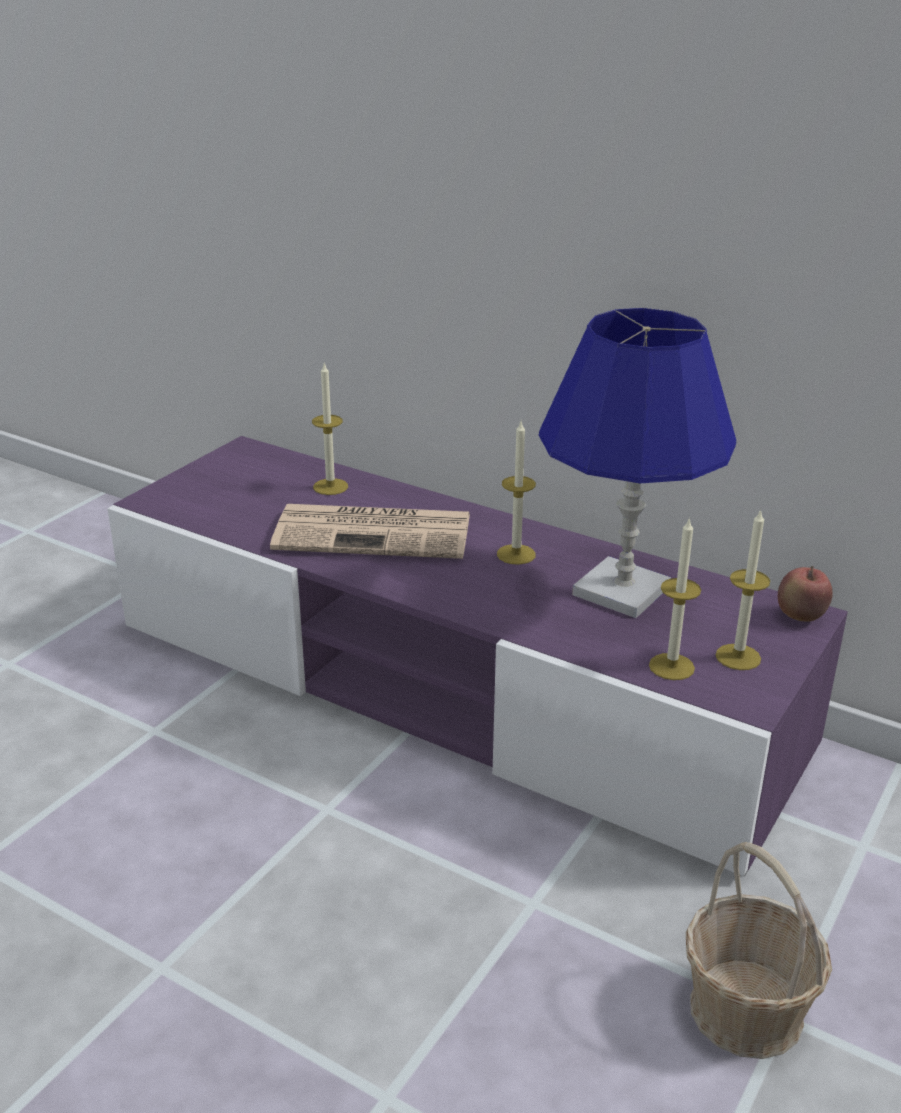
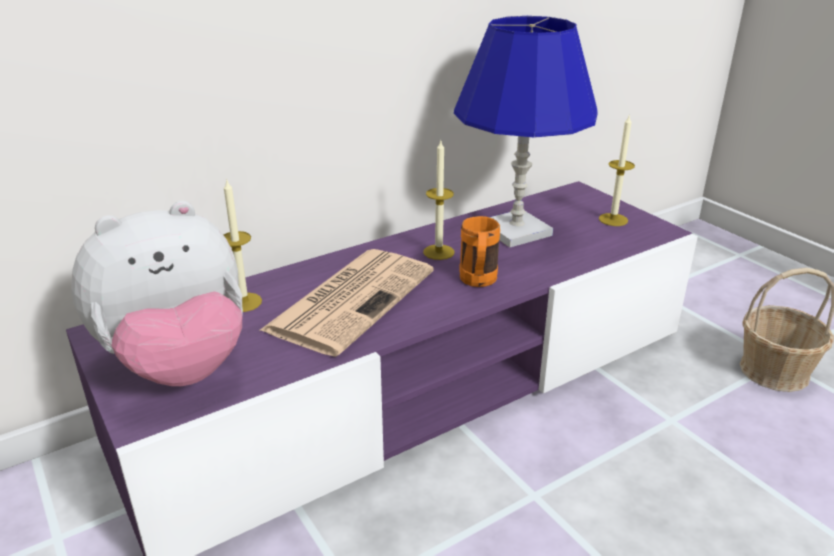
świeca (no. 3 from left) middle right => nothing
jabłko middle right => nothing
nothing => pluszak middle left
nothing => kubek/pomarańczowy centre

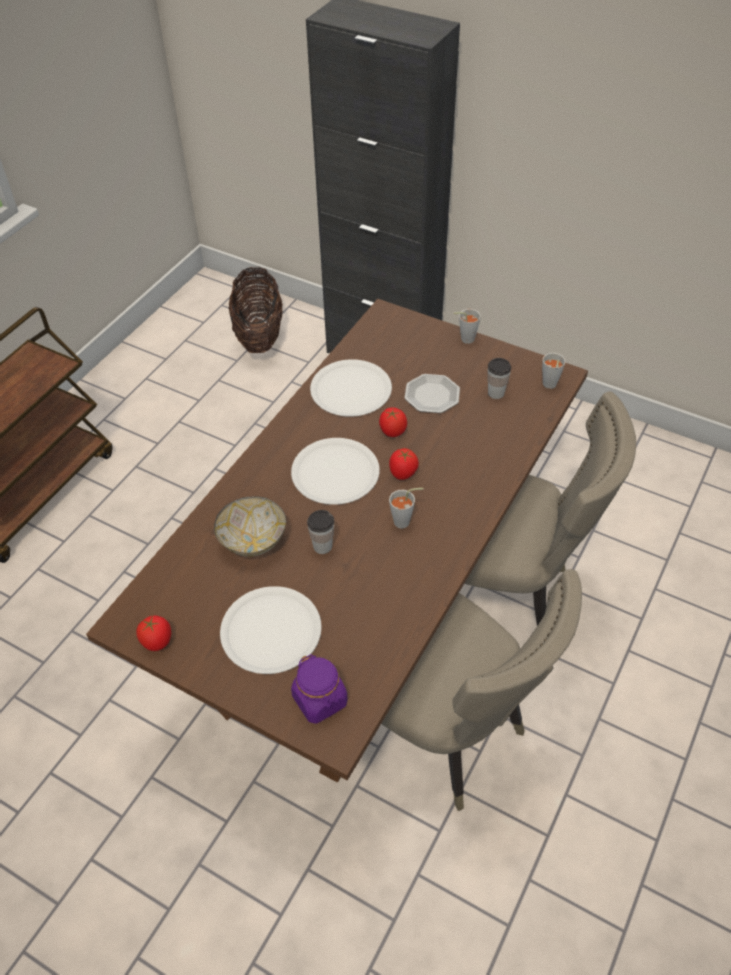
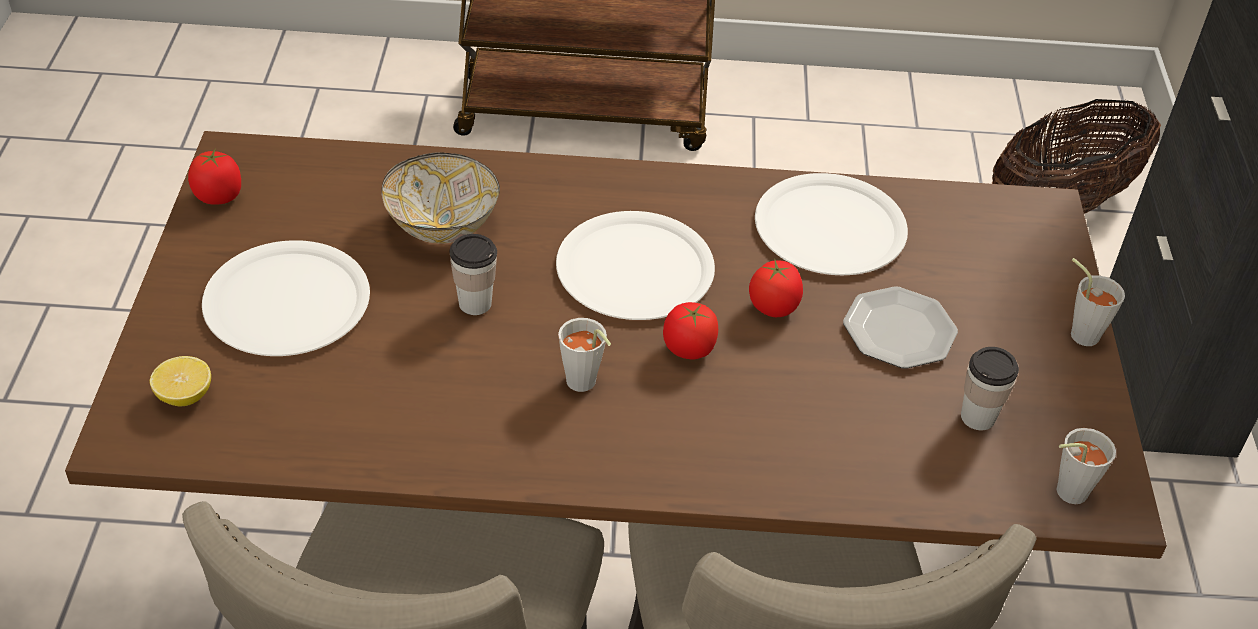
słoik/fioletowy bottom centre => cytryna middle left

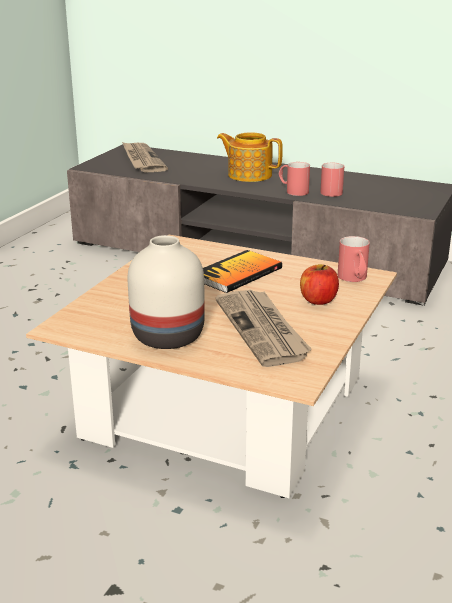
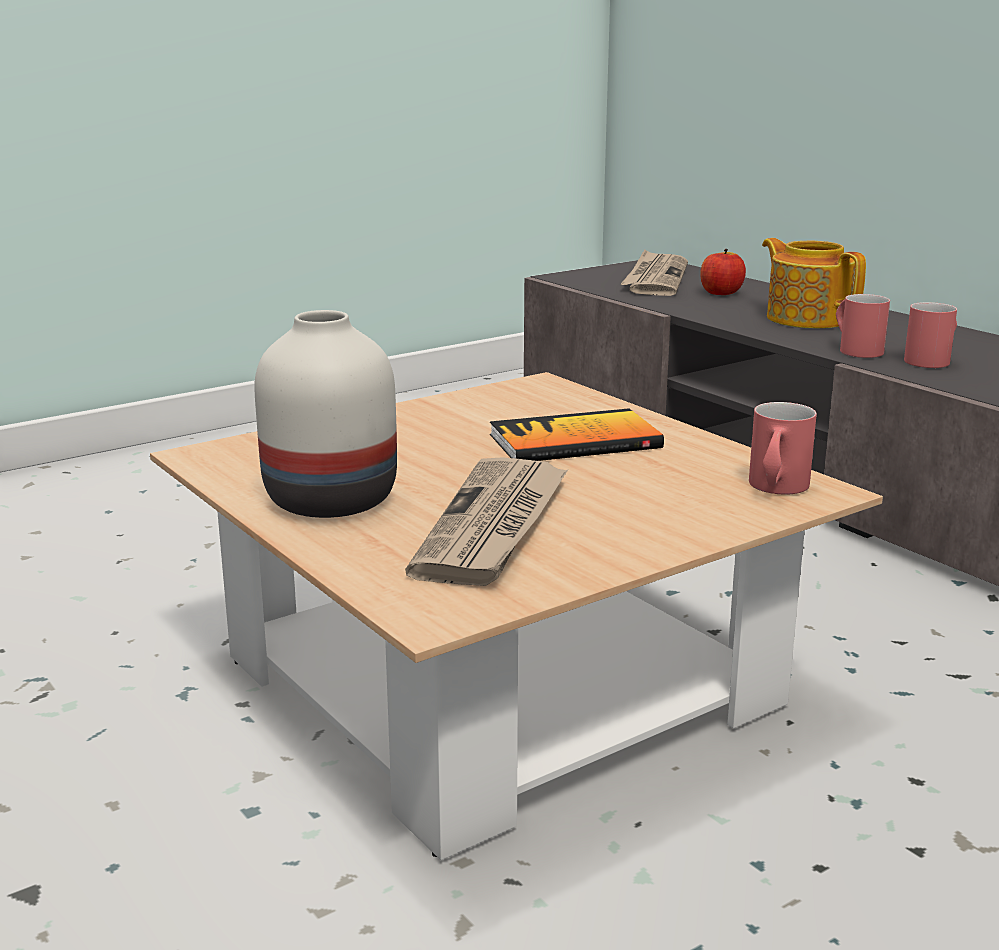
jabłko middle right => jabłko top right, shifted

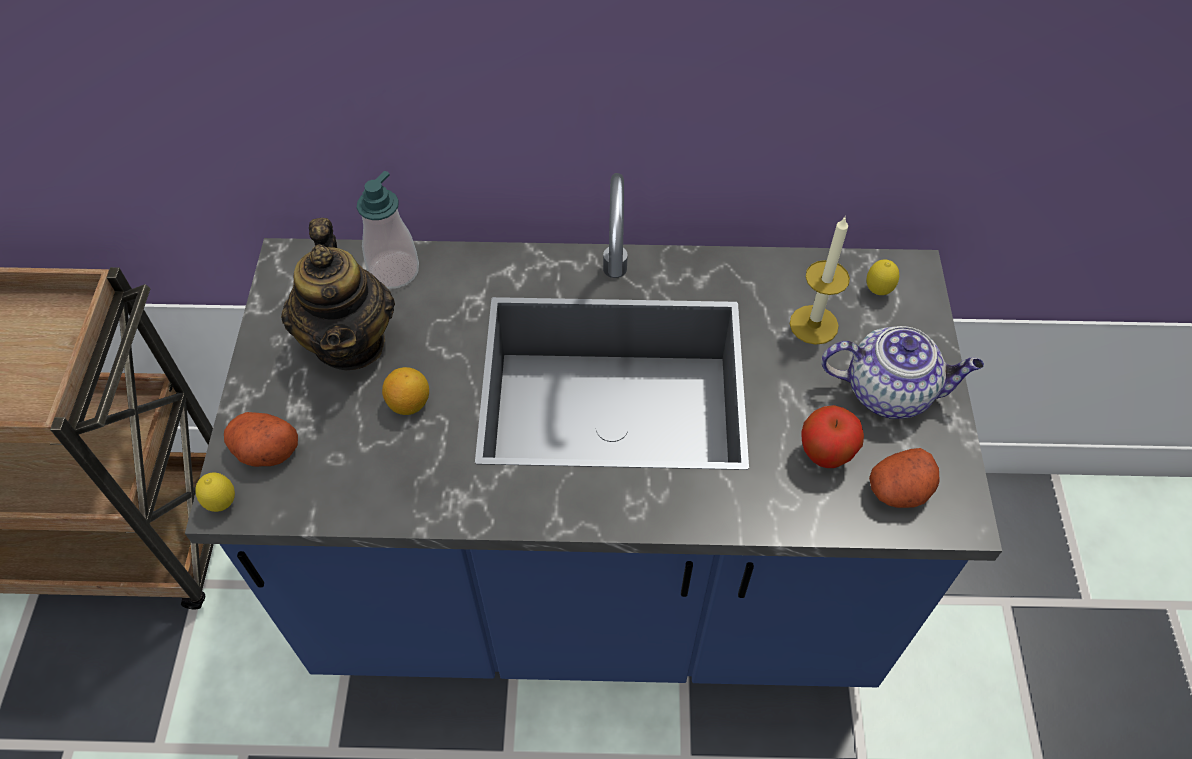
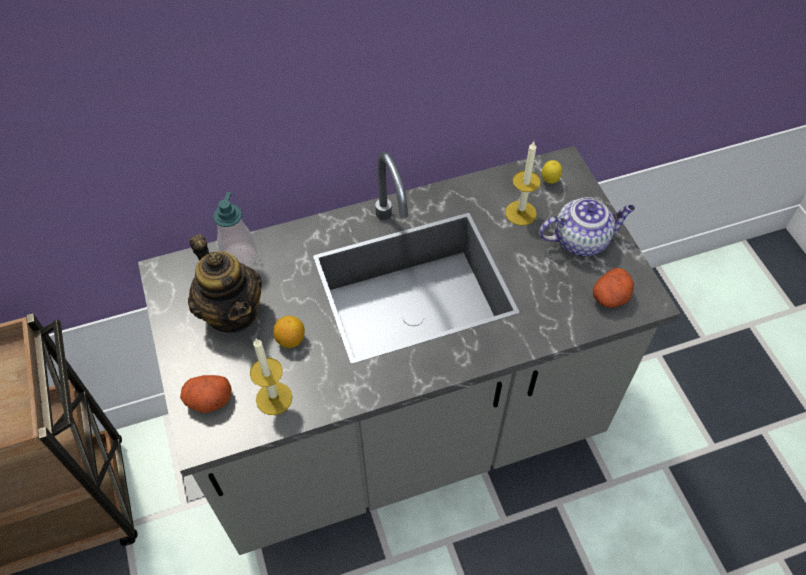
zabudowa kuchenna/niebieski centre => zabudowa kuchenna/szary centre
cytryna (no. 1 from left) middle left => nothing
jabłko middle right => nothing
nothing => świeca (no. 1 from left) centre

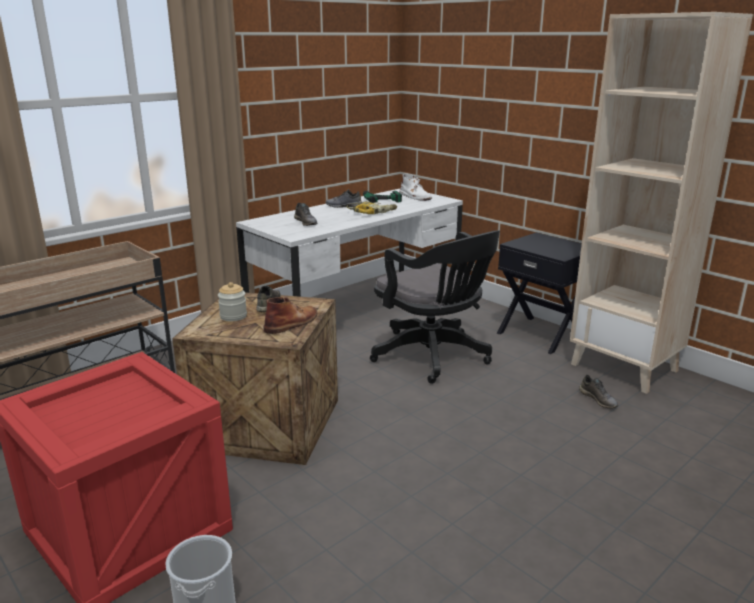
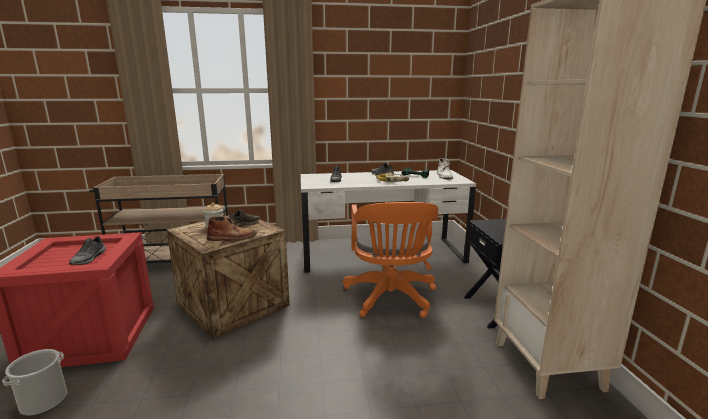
krzesło biurowe/czarny centre => krzesło biurowe/pomarańczowy centre
but/szary (no. 4 from left in the first image) middle right => but/szary (no. 1 from left) middle left, shifted

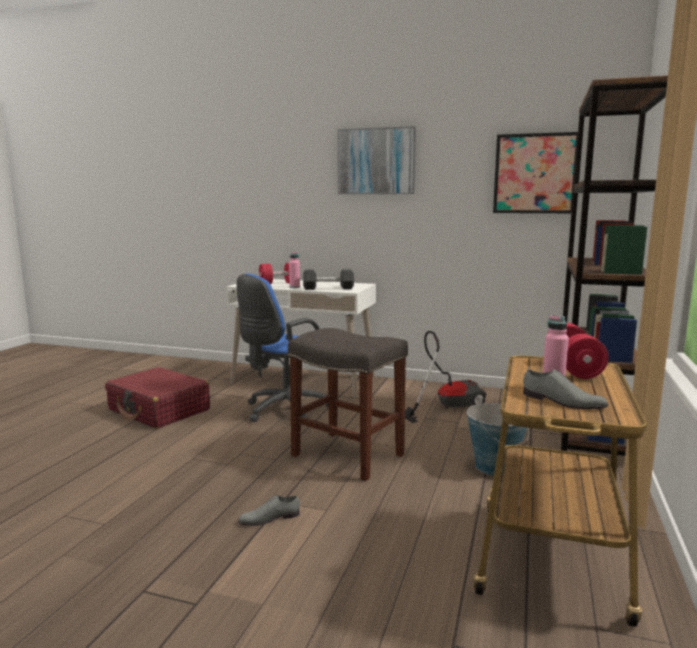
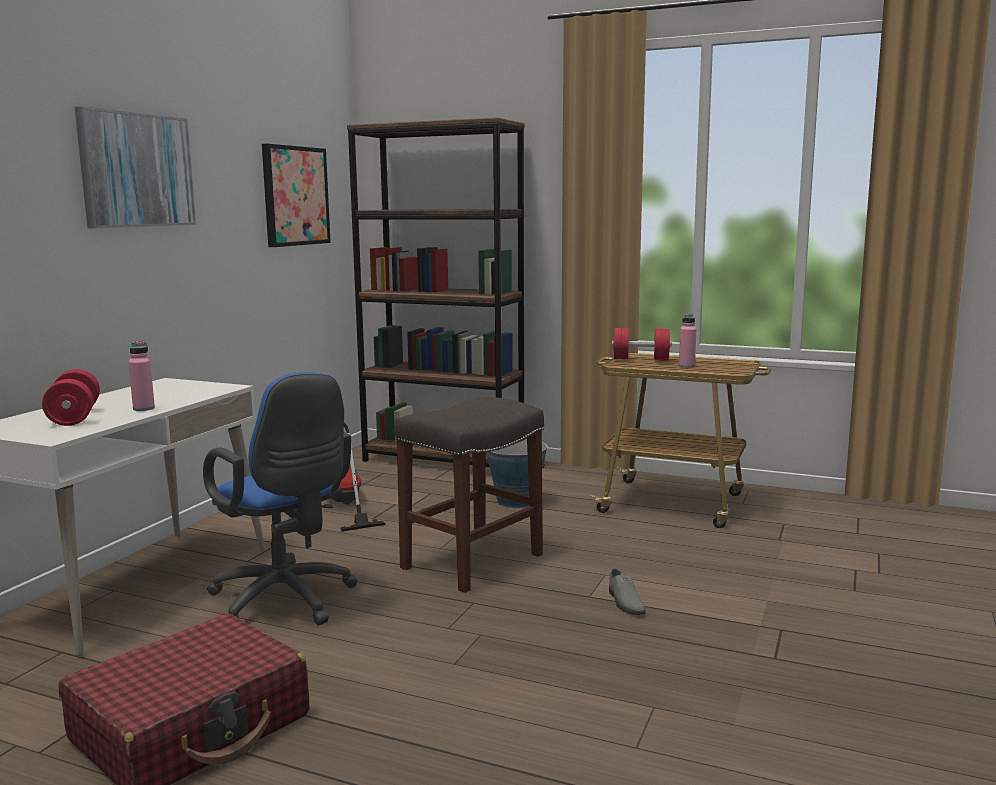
hantel/czarny centre => nothing
but/szary (no. 2 from left) middle right => nothing

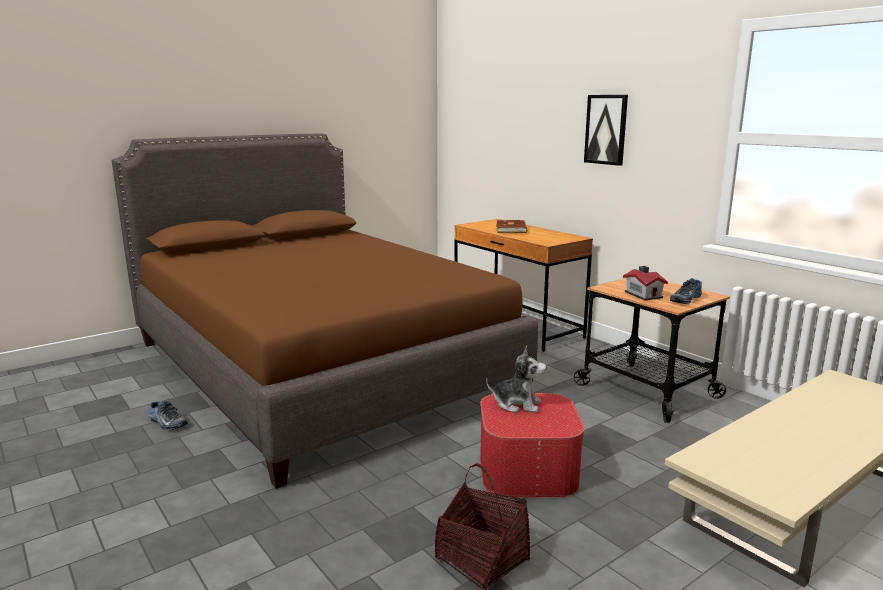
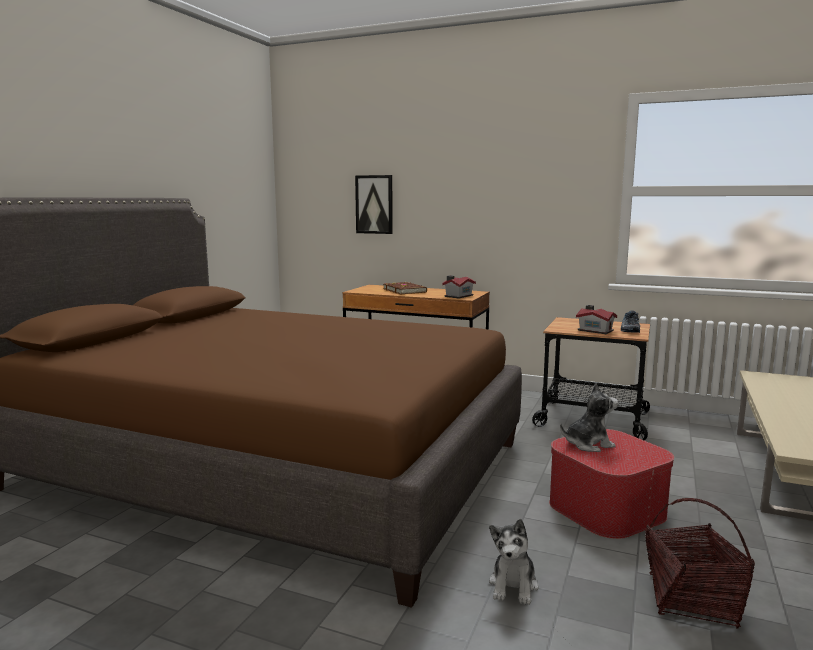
but (no. 1 from left) bottom left => nothing
obraz top right => obraz top centre, shifted
nothing => domek (no. 1 from left) centre
nothing => pluszak (no. 1 from left) bottom centre

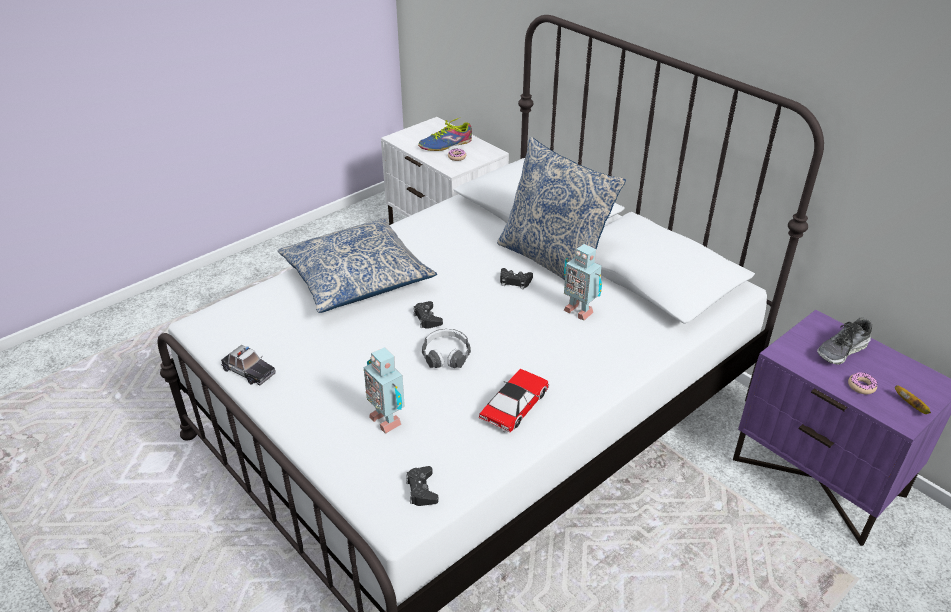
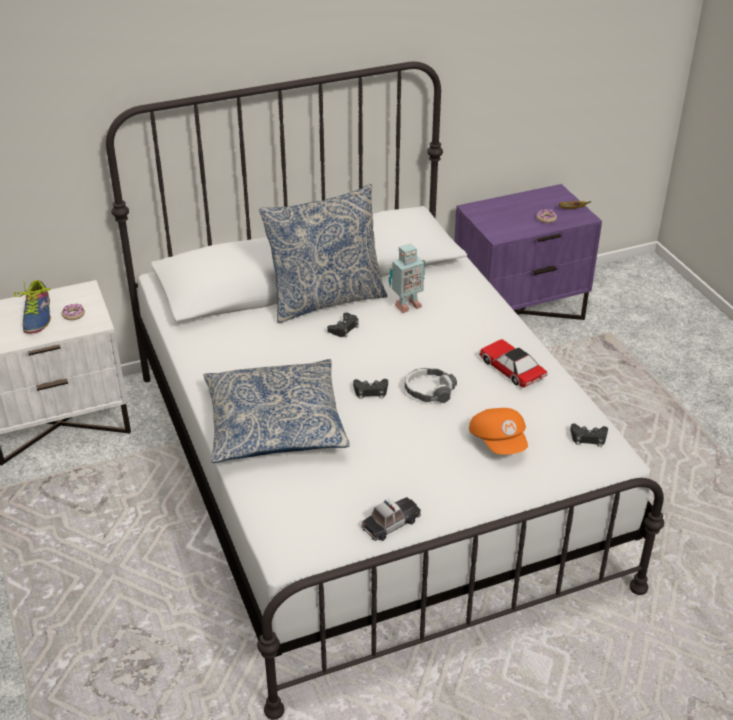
robot zabawkowy (no. 1 from left) centre => czapka z daszkiem/pomarańczowy middle right
but (no. 2 from left) middle right => nothing

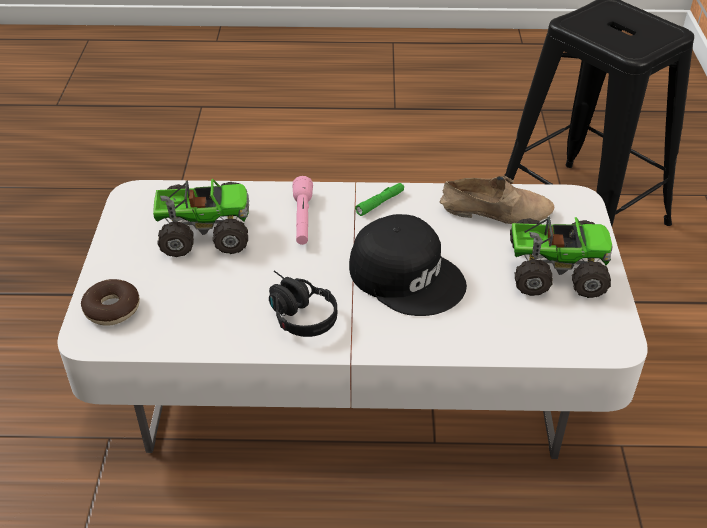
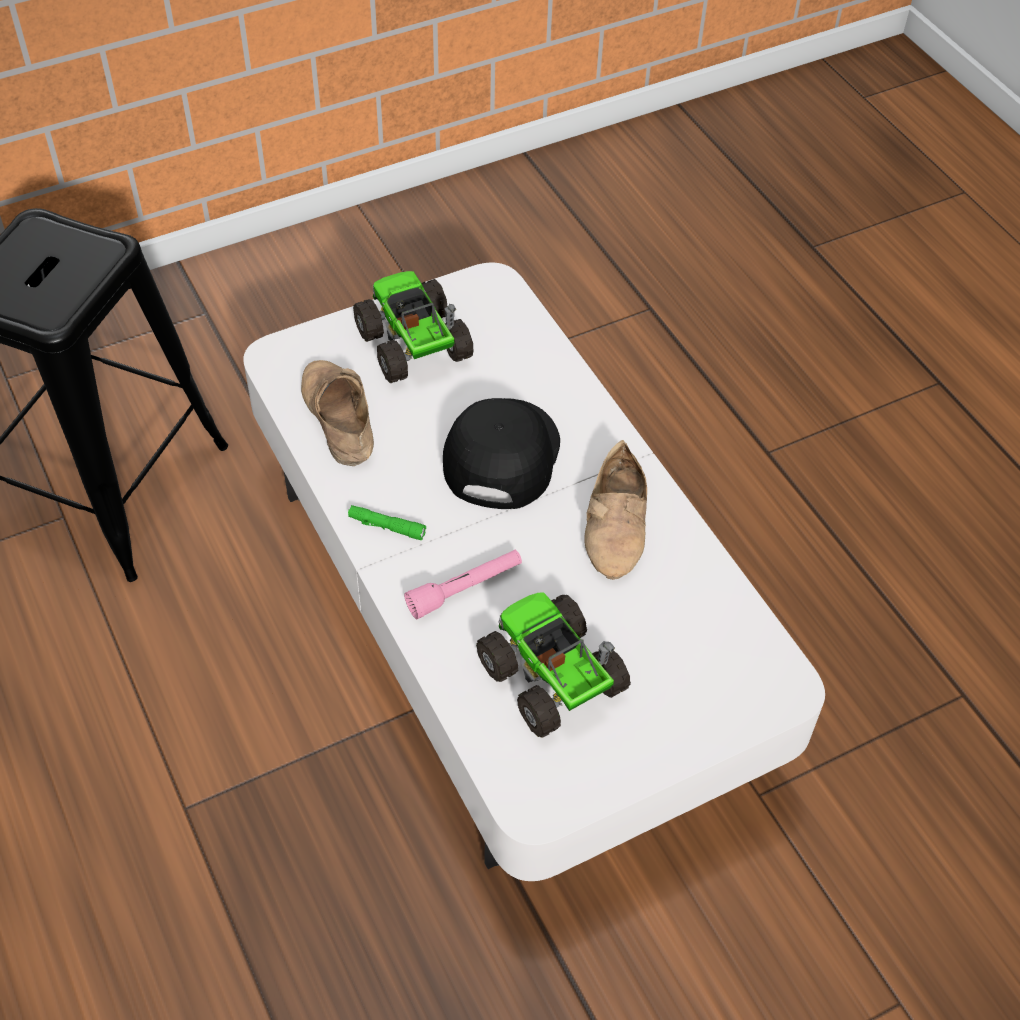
donut middle left => nothing
słuchawki/czarny centre => but/beżowy (no. 2 from left) centre

